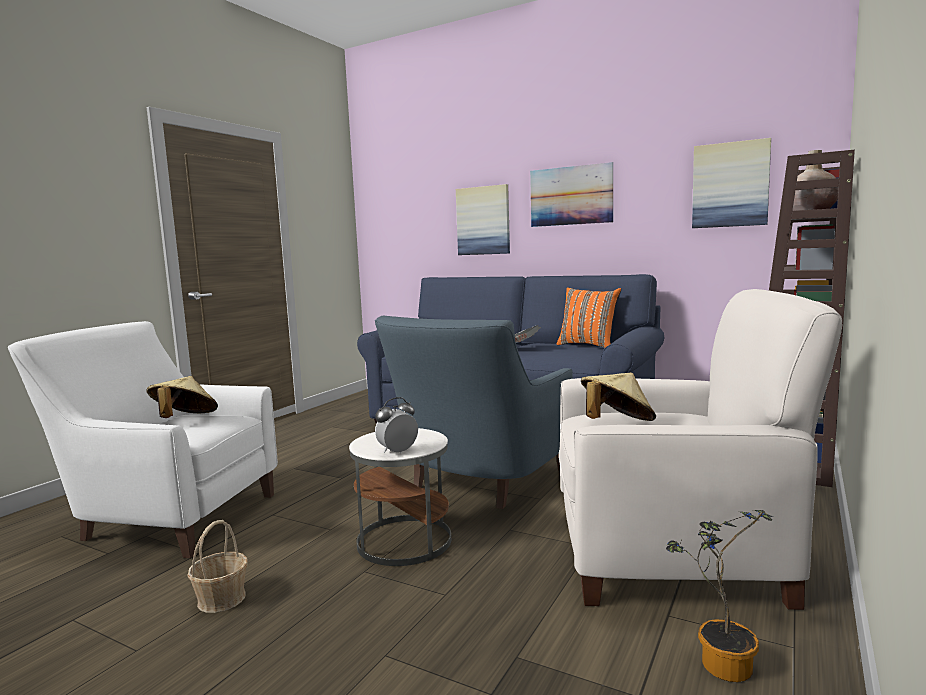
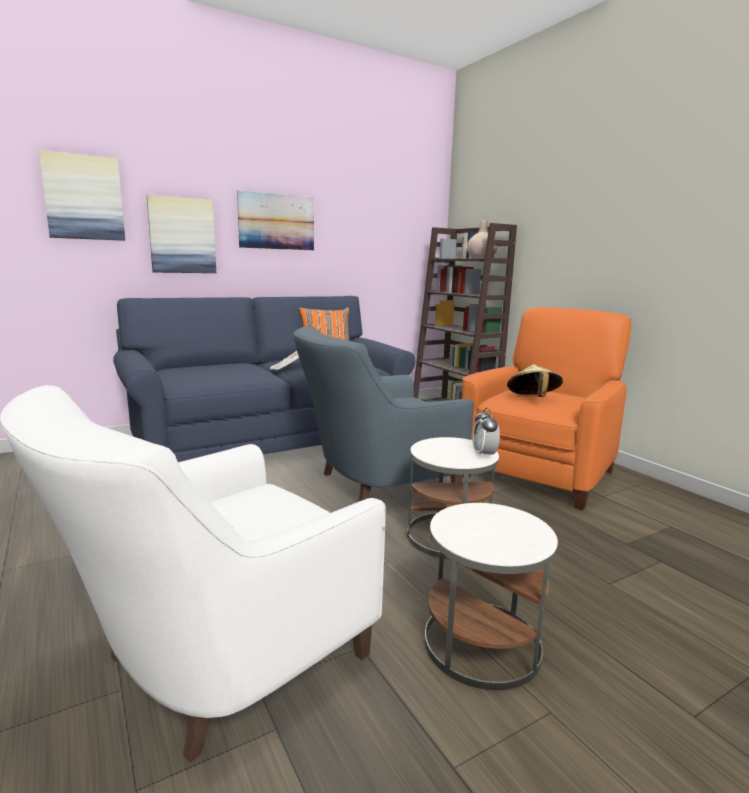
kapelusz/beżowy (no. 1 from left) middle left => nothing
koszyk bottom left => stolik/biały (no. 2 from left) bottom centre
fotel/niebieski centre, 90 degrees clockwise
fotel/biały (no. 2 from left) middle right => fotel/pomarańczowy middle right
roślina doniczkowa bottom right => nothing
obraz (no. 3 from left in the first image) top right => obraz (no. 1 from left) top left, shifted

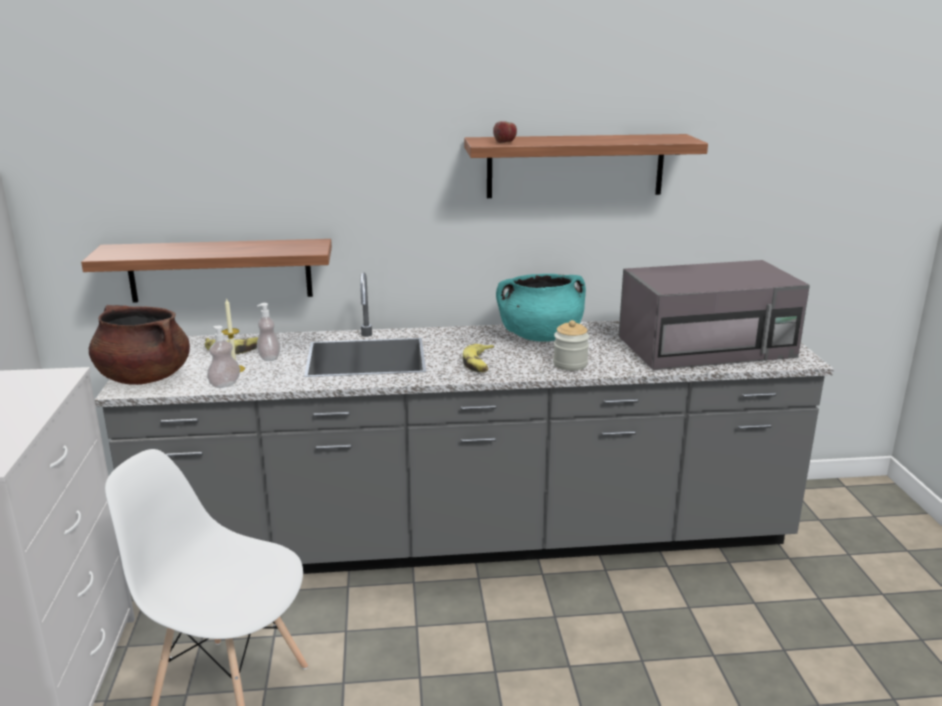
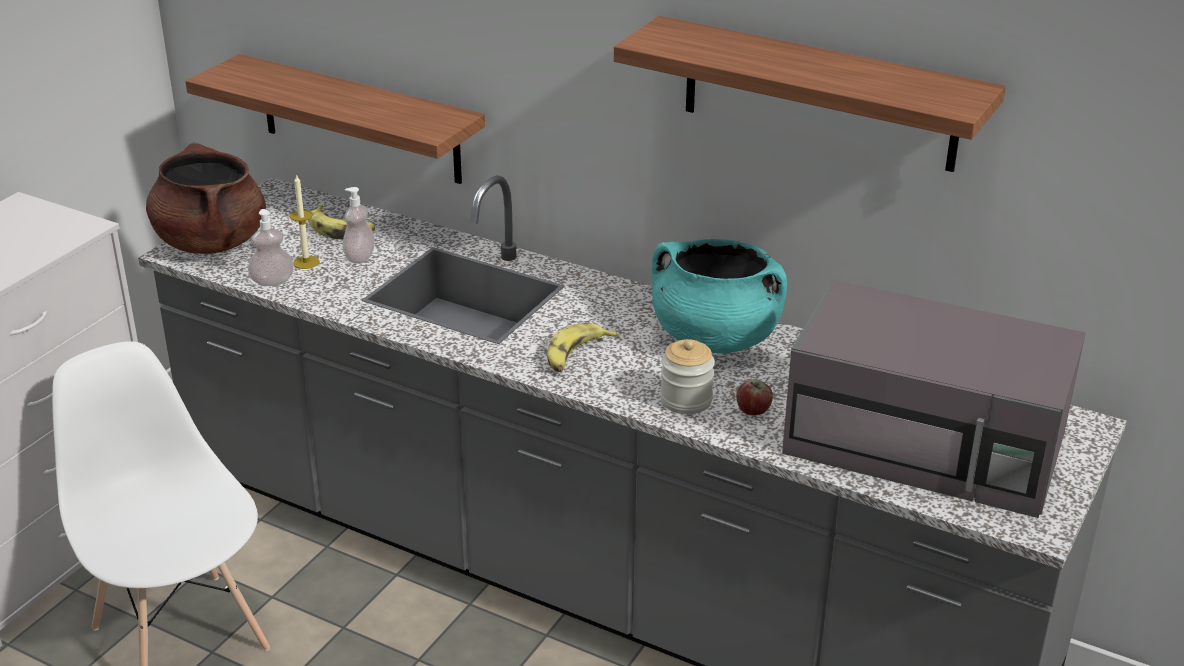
jabłko top centre => jabłko centre, shifted

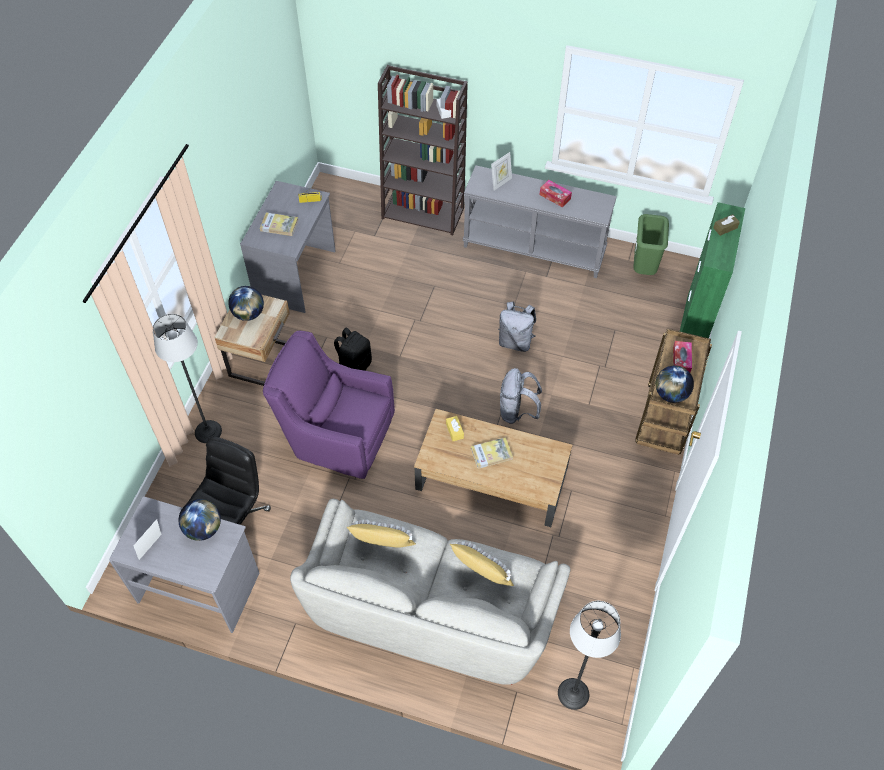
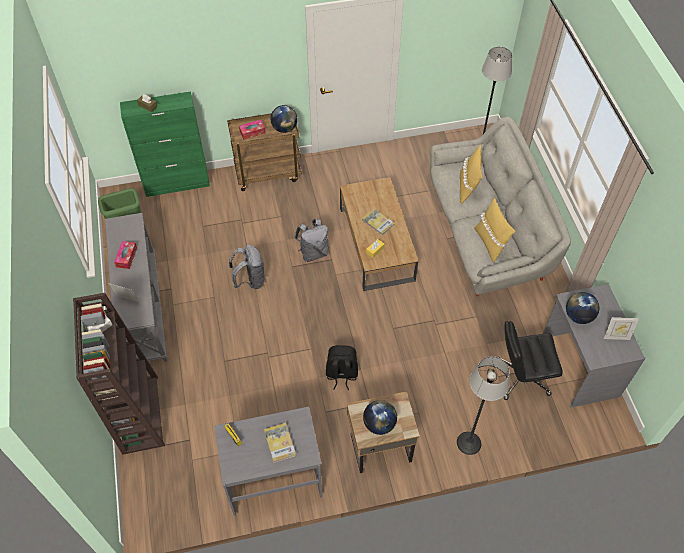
fotel/fioletowy centre => nothing

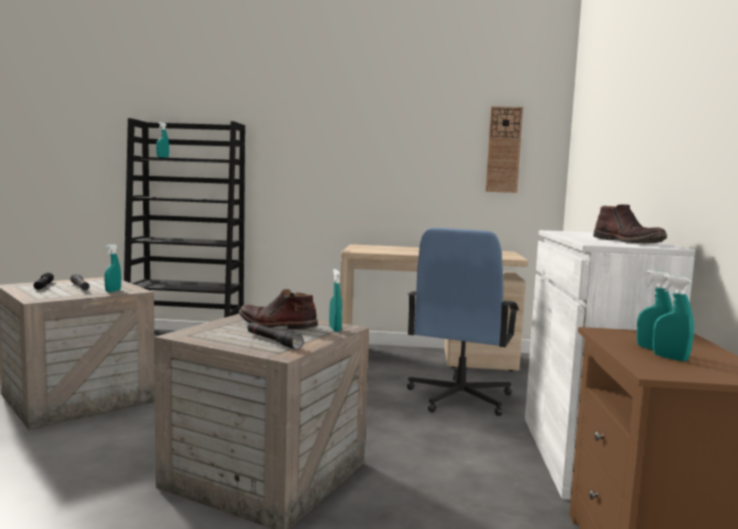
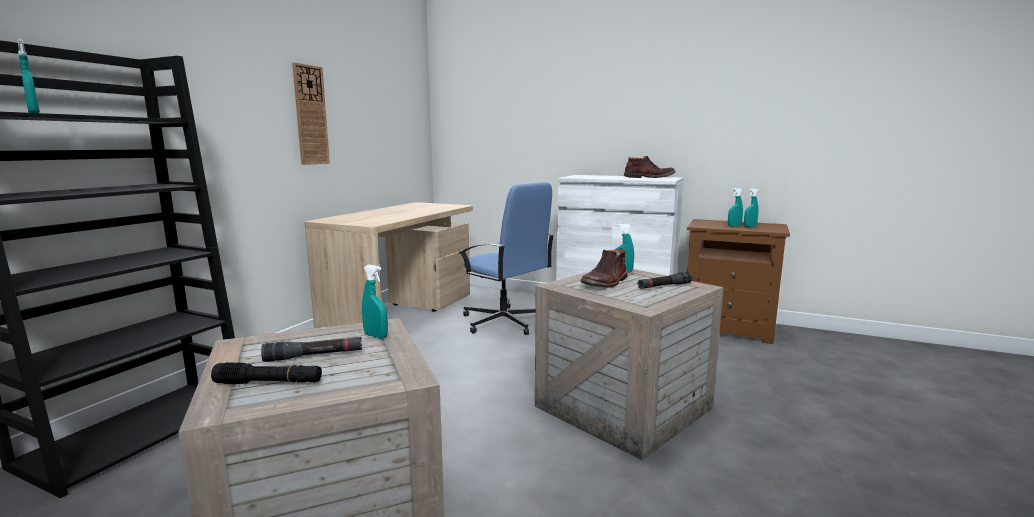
zegar ścienny top right => zegar ścienny top left, shifted

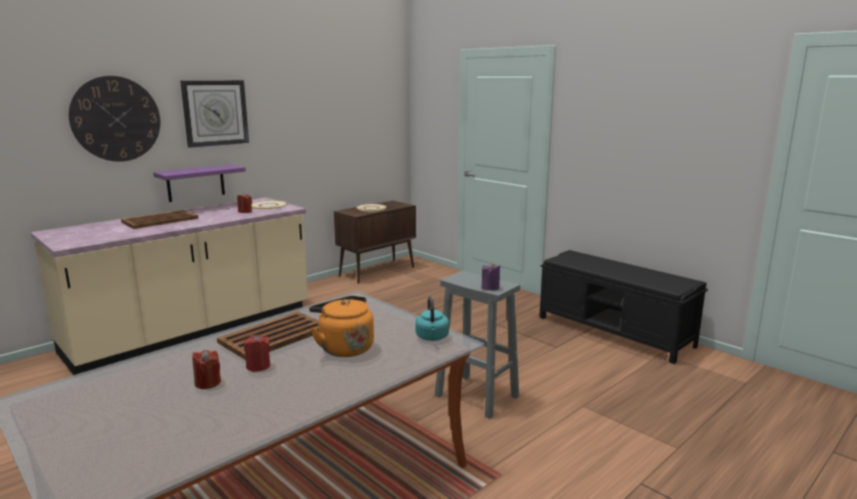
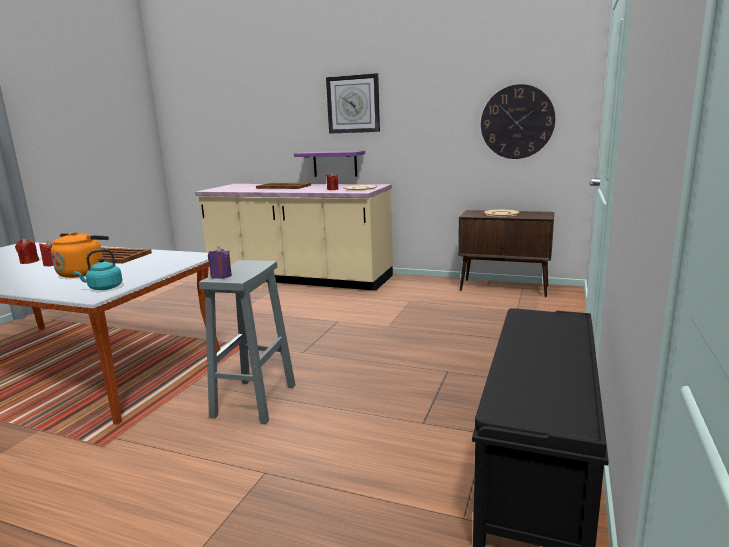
zegar ścienny (no. 1 from left in the first image) top left => zegar ścienny (no. 2 from left) top right, shifted

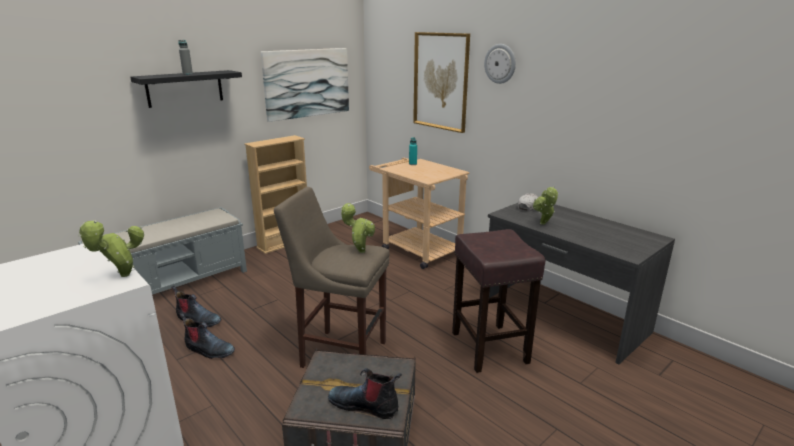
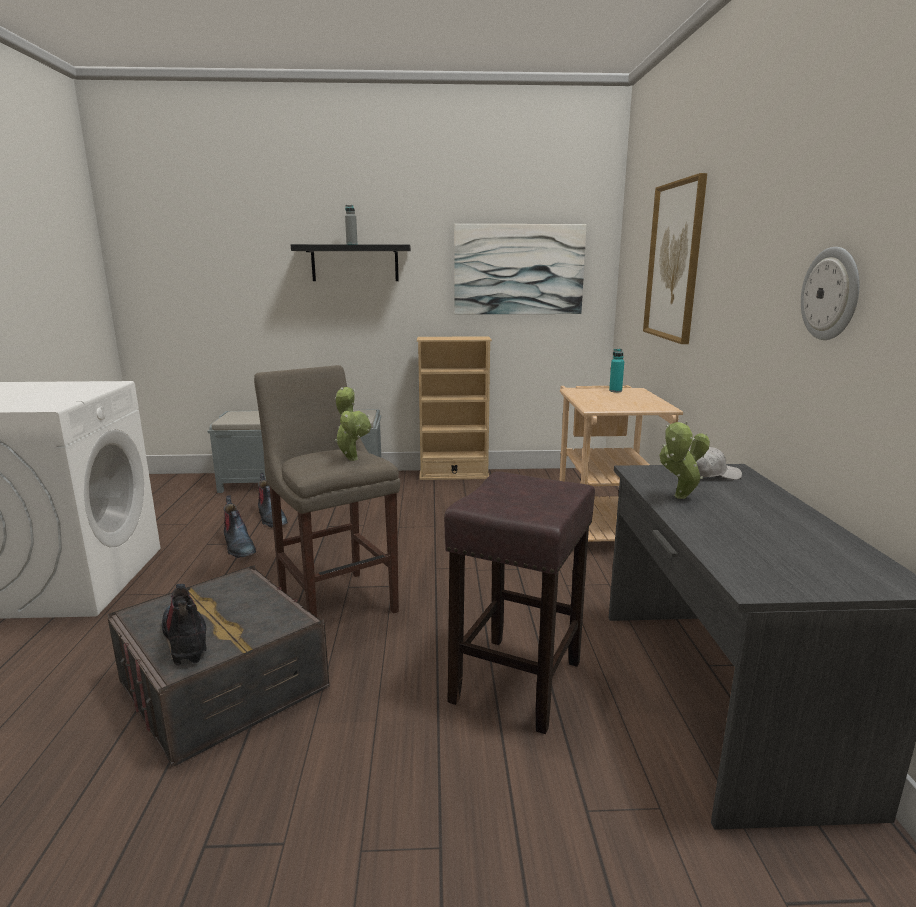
roślina doniczkowa (no. 1 from left) middle left => nothing
zegar ścienny top centre => zegar ścienny top right, shifted

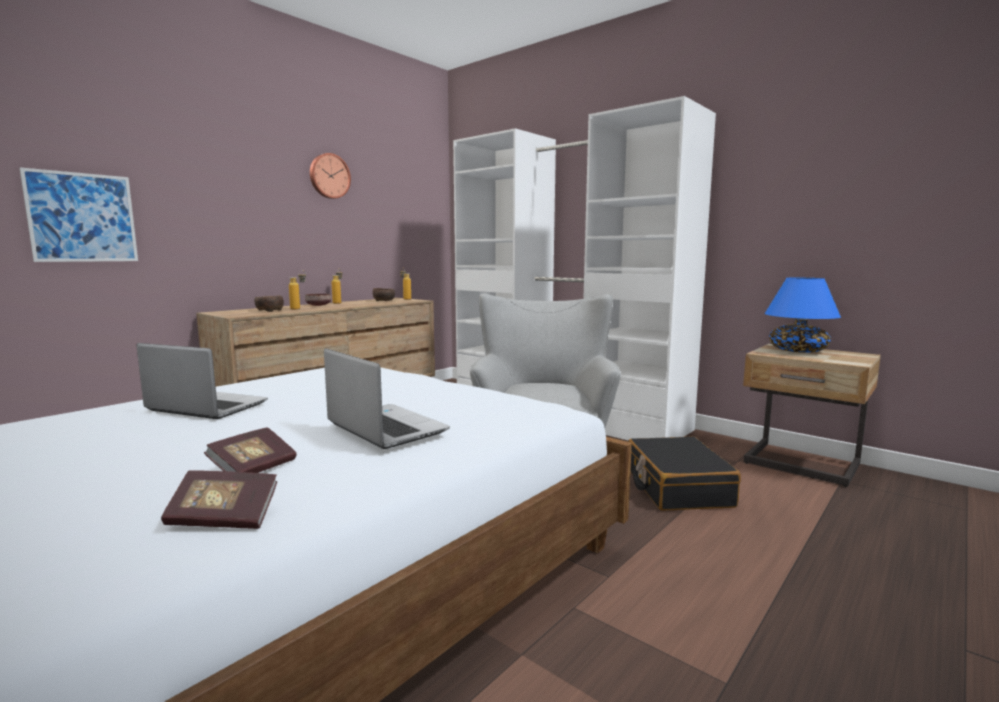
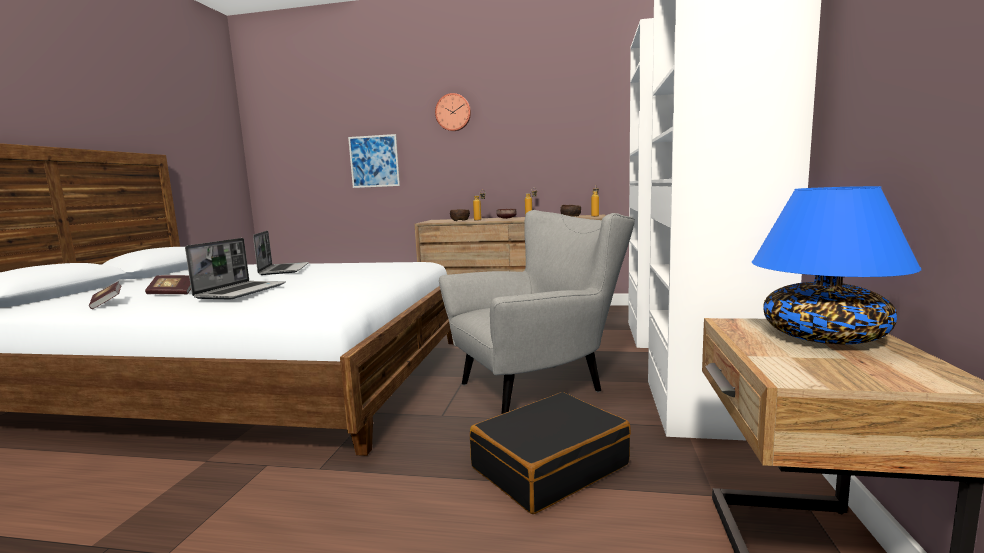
zegar ścienny top left => zegar ścienny top centre, shifted

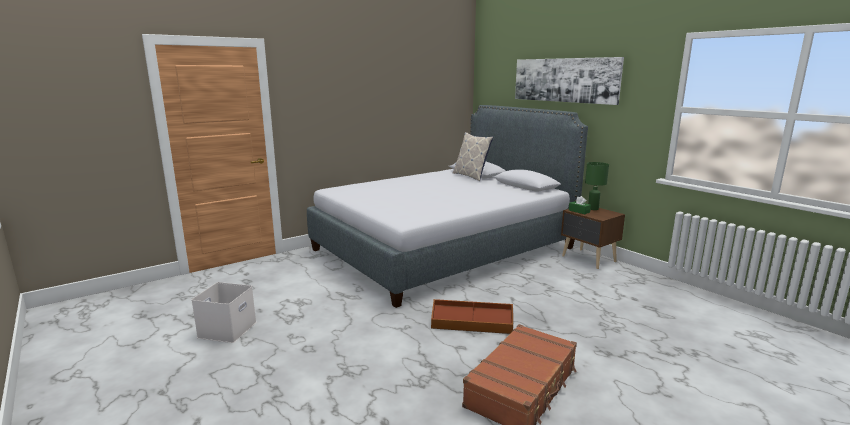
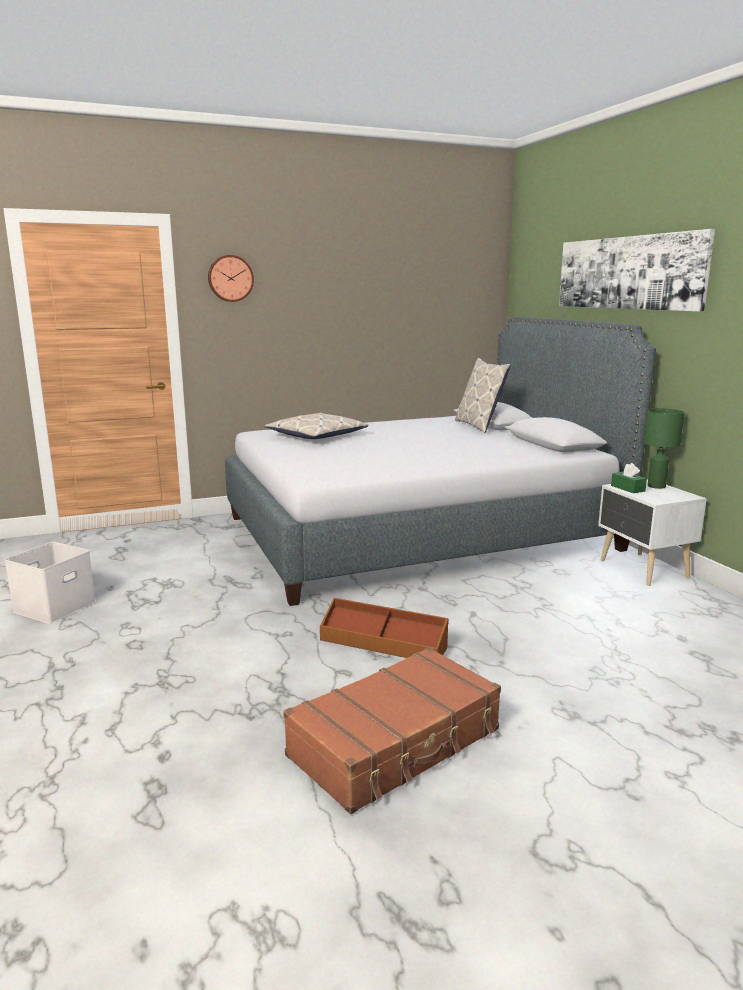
szafka nocna/brązowy middle right => szafka nocna/biały middle right
nothing => zegar ścienny top left
nothing => poduszka (no. 1 from left) centre

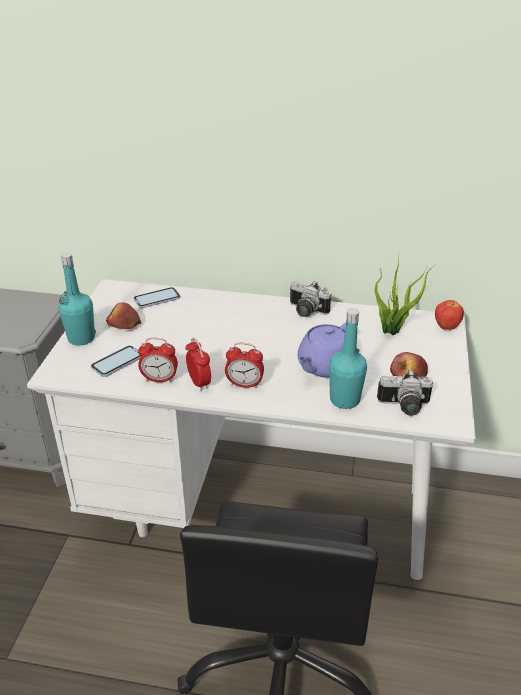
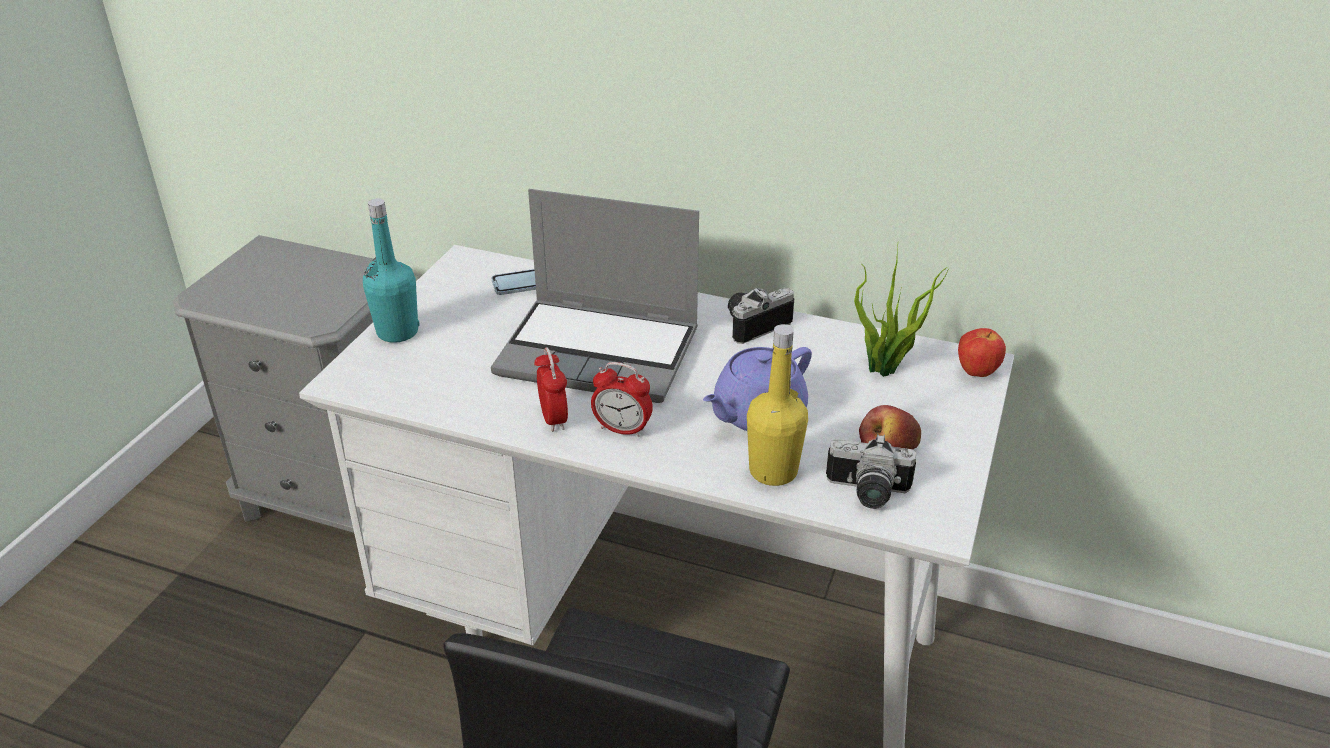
telefon (no. 1 from left) middle left => nothing
jabłko (no. 1 from left) middle left => nothing
budzik (no. 1 from left) middle left => nothing
aparat fotograficzny (no. 1 from left) centre, 105 degrees clockwise
butelka/turkusowy (no. 2 from left) middle right => butelka/żółty centre
nothing => laptop centre

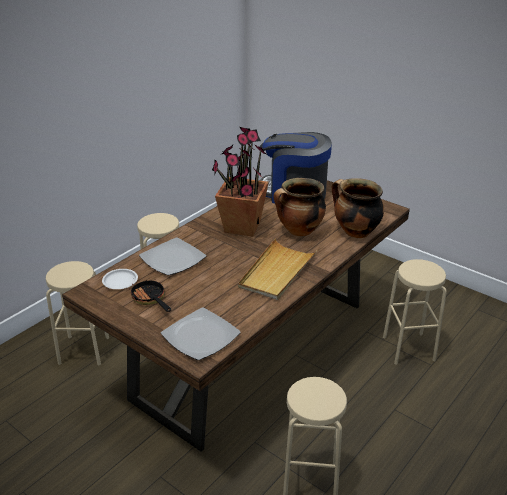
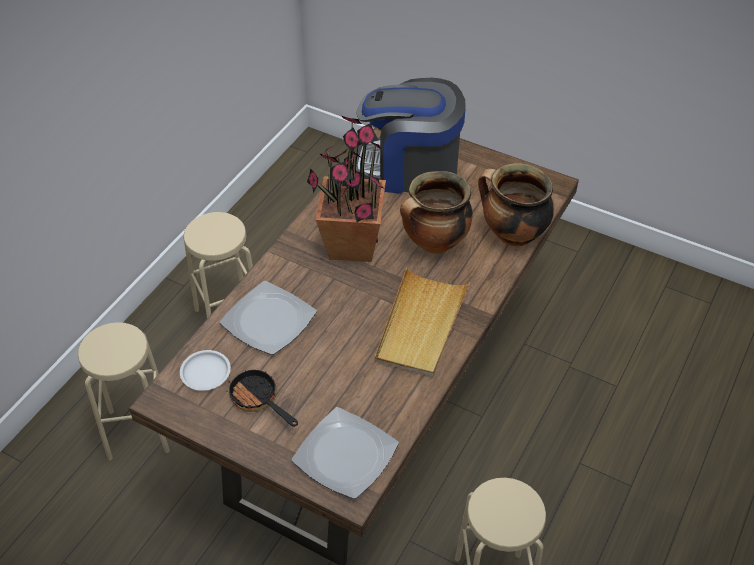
stołek/beżowy (no. 4 from left) middle right => nothing

